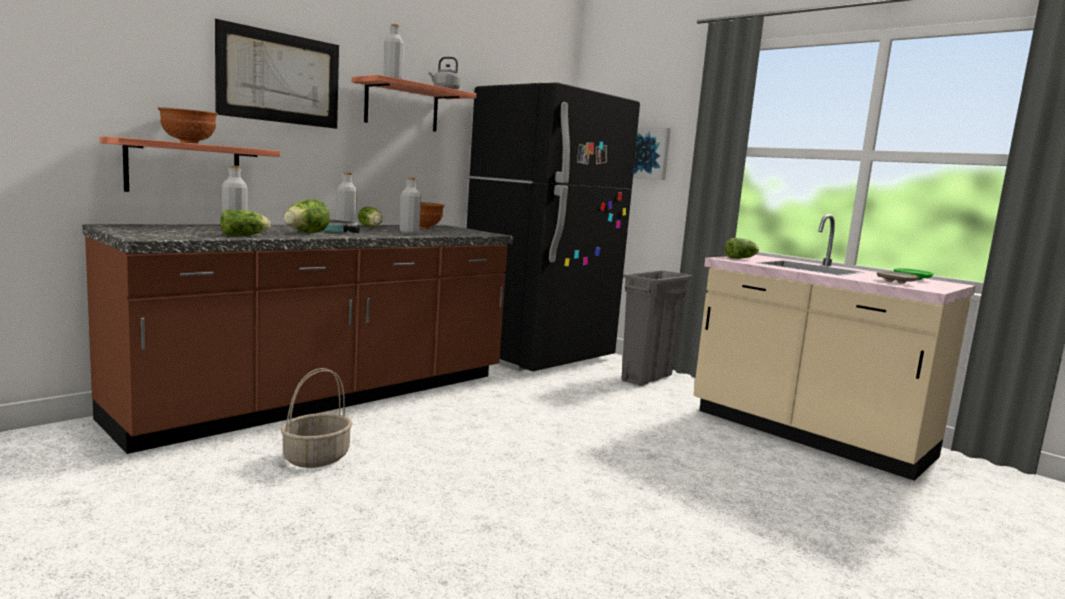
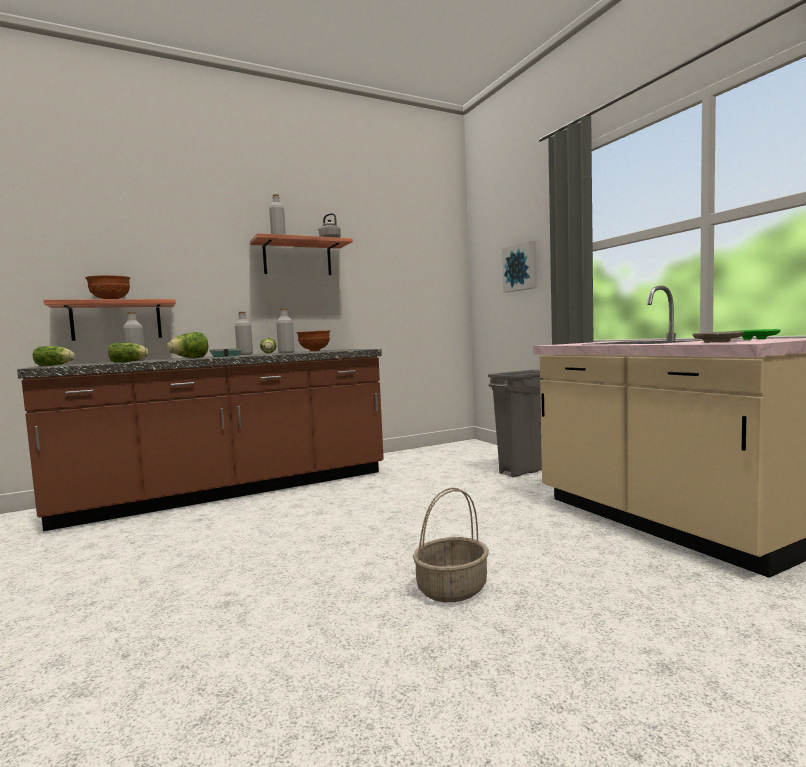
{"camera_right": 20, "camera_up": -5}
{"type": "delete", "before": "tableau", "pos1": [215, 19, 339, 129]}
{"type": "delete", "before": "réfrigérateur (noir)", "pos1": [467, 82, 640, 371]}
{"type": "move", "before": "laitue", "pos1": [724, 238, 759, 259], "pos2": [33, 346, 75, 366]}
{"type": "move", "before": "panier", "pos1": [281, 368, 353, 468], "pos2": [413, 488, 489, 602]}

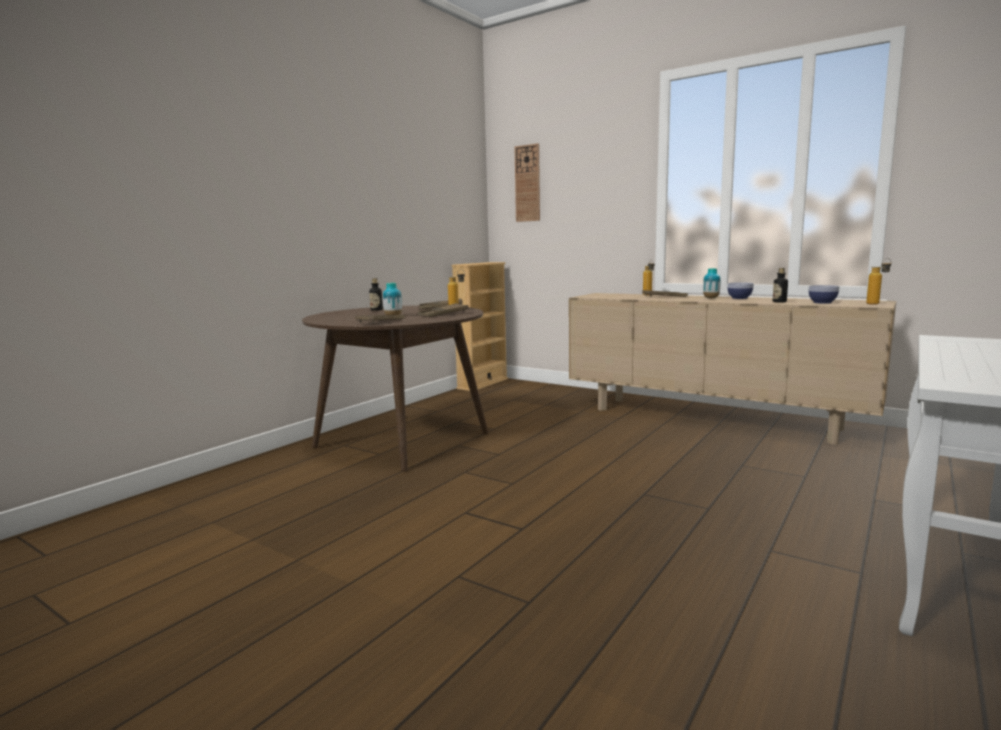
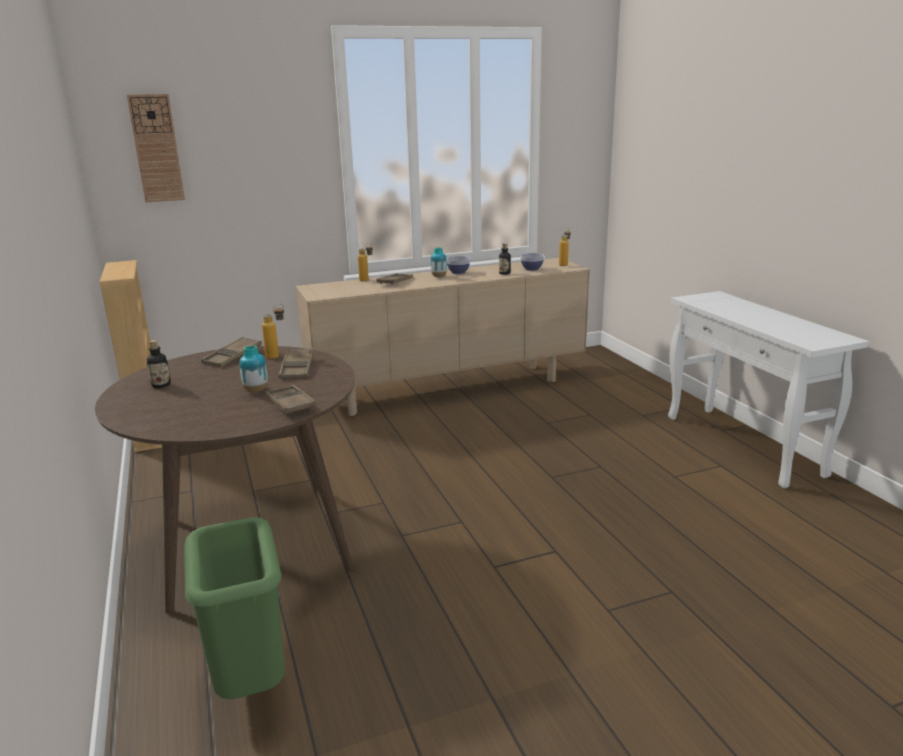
{"camera_right": -55, "camera_up": 10}
{"type": "insert", "after": "poubelle (vert)", "pos2": [184, 517, 285, 699]}

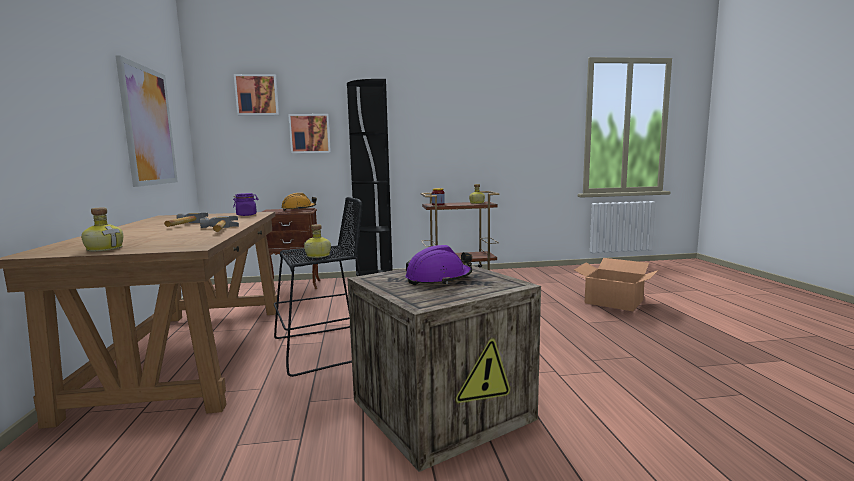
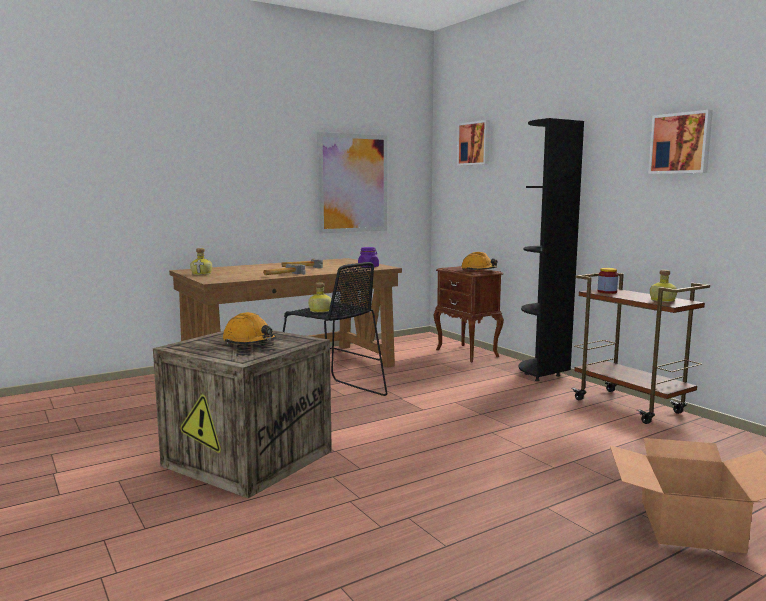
{"camera_right": 65, "camera_up": 0}
{"type": "move", "before": "tableau", "pos1": [288, 114, 331, 153], "pos2": [648, 110, 713, 174]}
{"type": "recolor", "before": "casque de chantier (violet)", "after": "casque de chantier (orange)", "pos1": [405, 245, 472, 285], "pos2": [223, 312, 277, 345]}

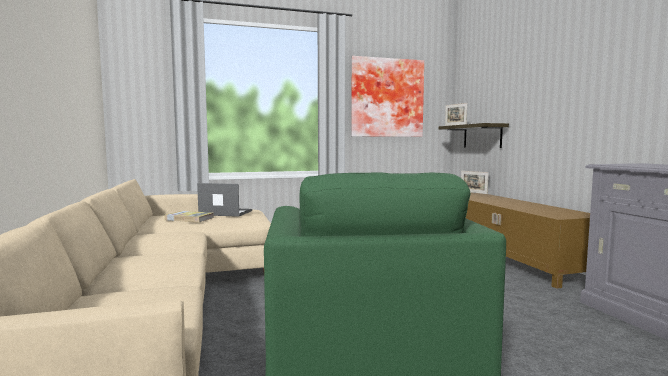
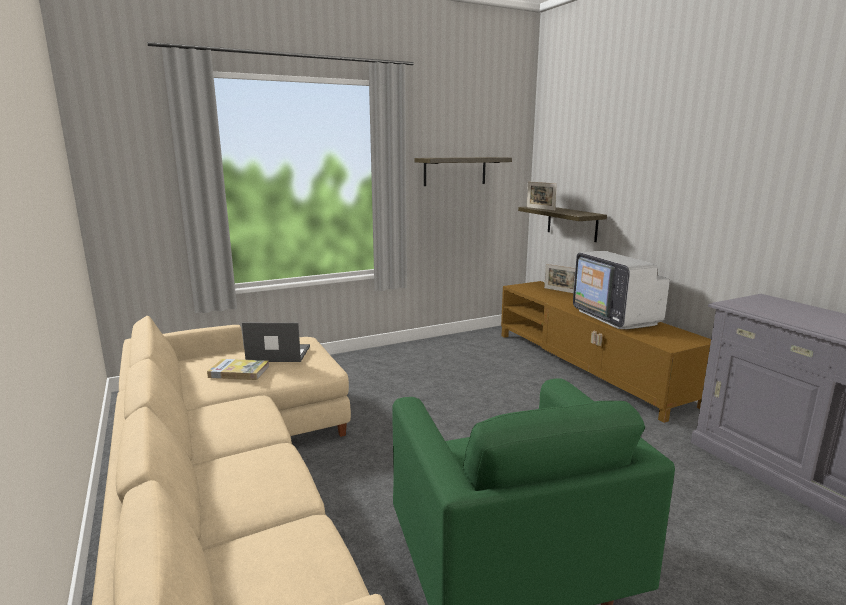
{"camera_right": -10, "camera_up": 10}
{"type": "replace", "before": "tableau", "after": "étagère", "pos1": [351, 56, 424, 137], "pos2": [414, 157, 512, 186]}
{"type": "insert", "after": "téléviseur", "pos2": [573, 251, 670, 329]}

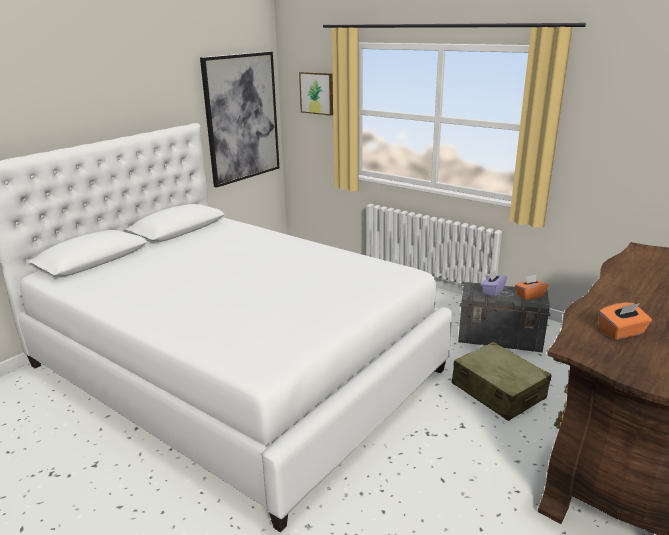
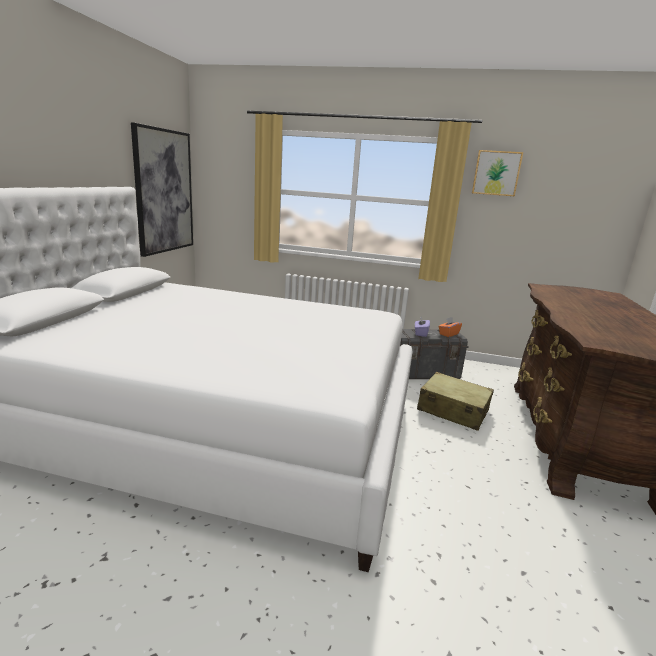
{"camera_right": -25, "camera_up": -5}
{"type": "move", "before": "tableau", "pos1": [299, 72, 333, 116], "pos2": [472, 150, 523, 196]}
{"type": "delete", "before": "boîte à mouchoirs (orange)", "pos1": [599, 302, 652, 340]}

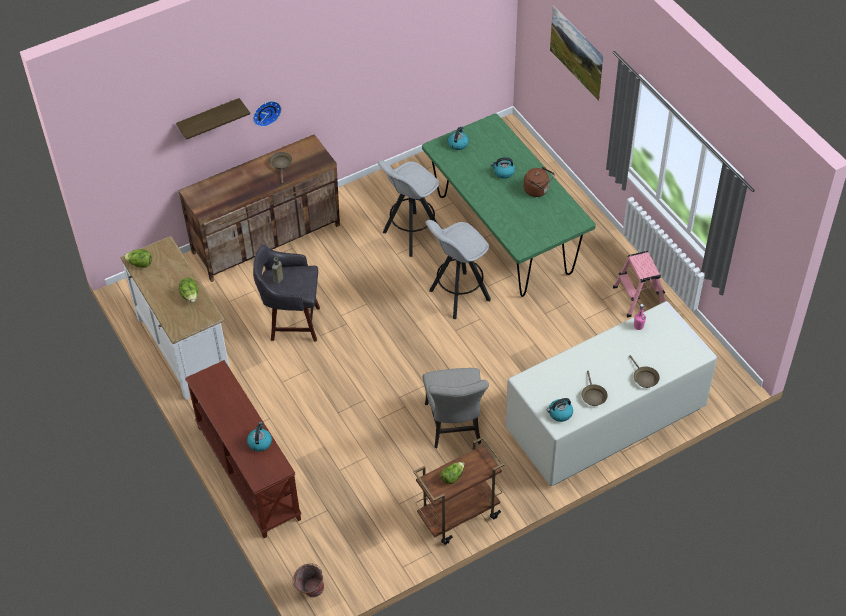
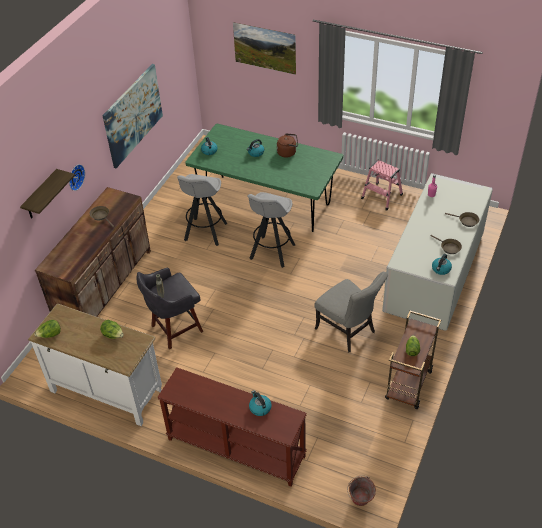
{"camera_right": -35, "camera_up": -5}
{"type": "insert", "after": "tableau", "pos2": [102, 64, 163, 168]}

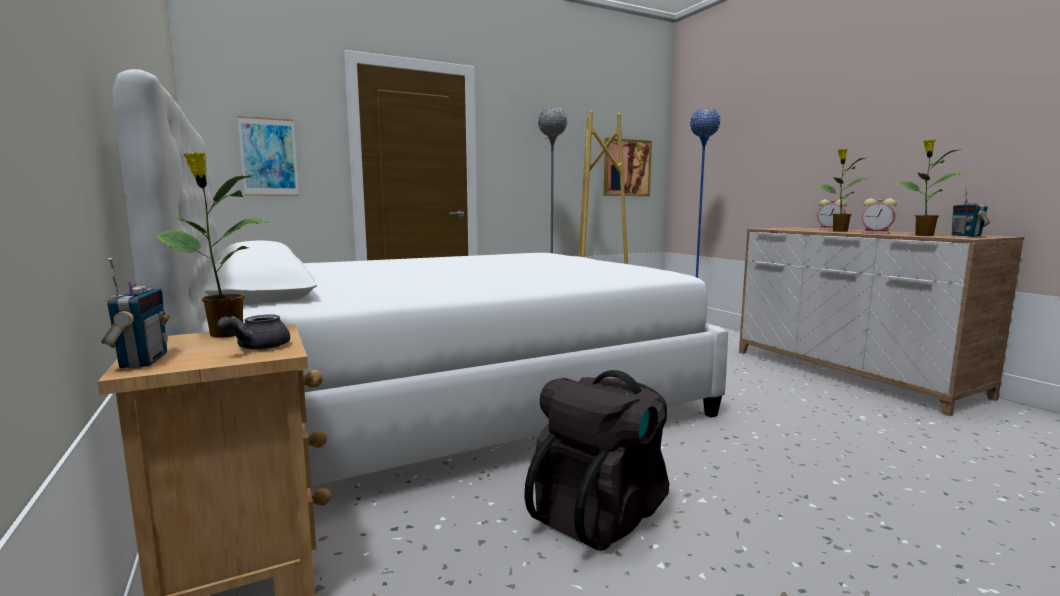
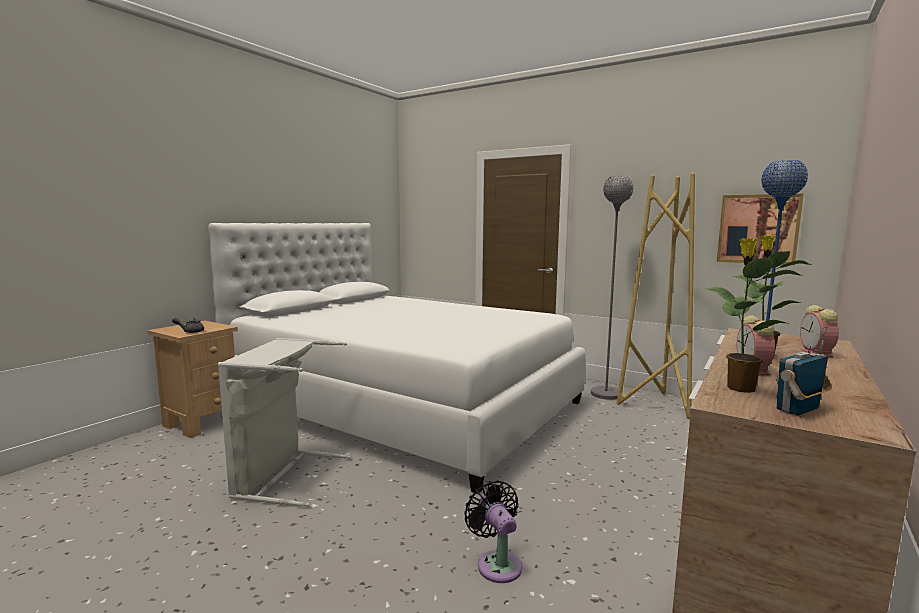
{"camera_right": 60, "camera_up": 0}
{"type": "delete", "before": "tableau", "pos1": [237, 116, 299, 196]}
{"type": "delete", "before": "plante en pot", "pos1": [151, 152, 267, 338]}
{"type": "delete", "before": "radio", "pos1": [101, 258, 169, 368]}
{"type": "replace", "before": "sac à dos (noir)", "after": "panier à linge (gris)", "pos1": [524, 370, 669, 551], "pos2": [218, 338, 351, 507]}
{"type": "insert", "after": "ventilateur (noir)", "pos2": [464, 480, 522, 583]}

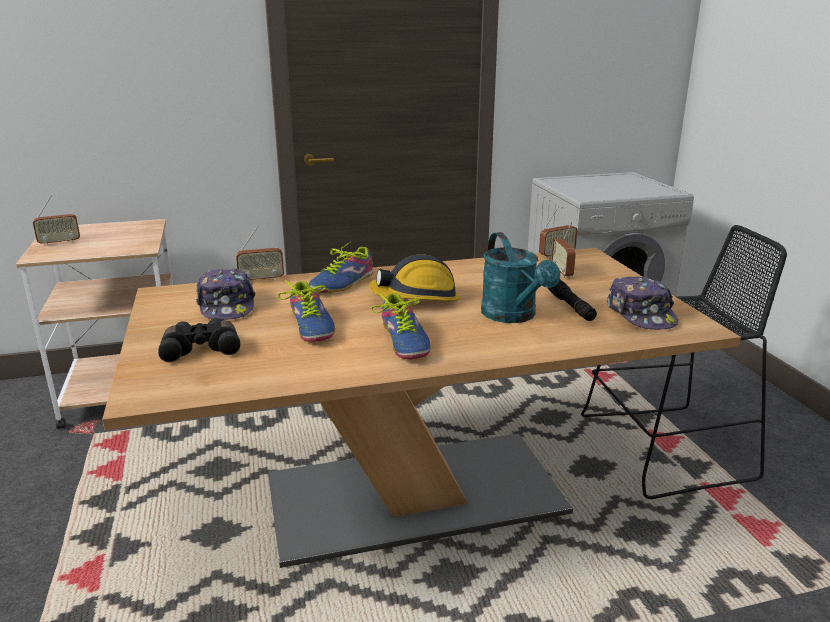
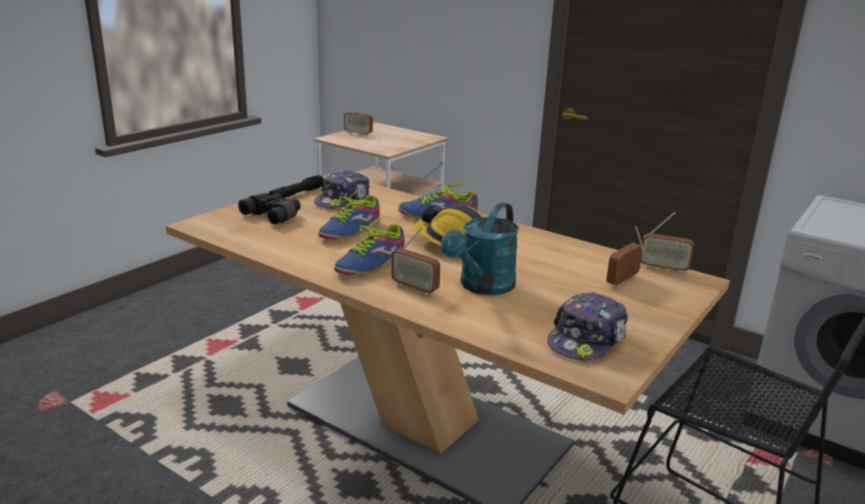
{"camera_right": 50, "camera_up": 0}
{"type": "move", "before": "radio", "pos1": [236, 226, 284, 281], "pos2": [391, 227, 440, 295]}
{"type": "move", "before": "lampe de poche (noir)", "pos1": [548, 279, 597, 321], "pos2": [269, 175, 324, 198]}

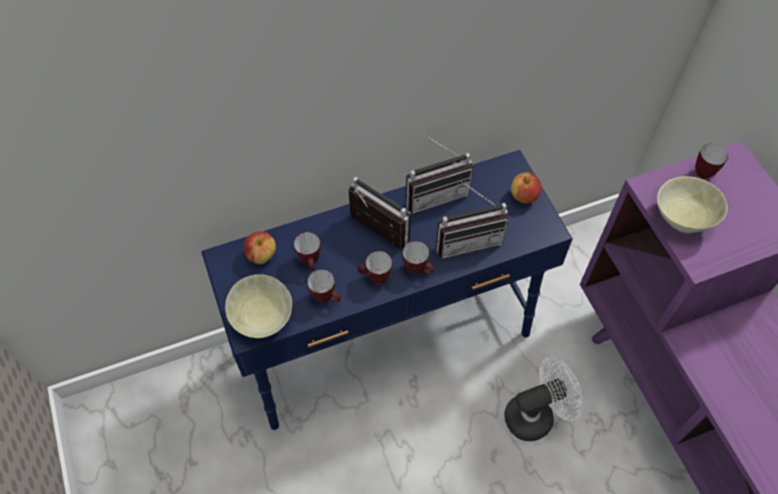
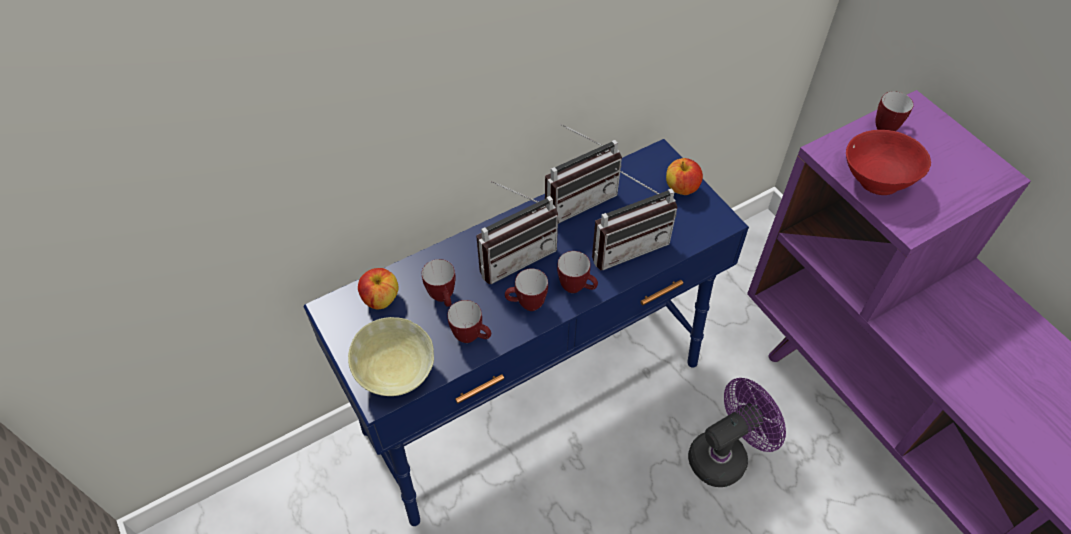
{"camera_right": -10, "camera_up": -5}
{"type": "recolor", "before": "bol (beige)", "after": "bol (rouge)", "pos1": [657, 176, 728, 233], "pos2": [846, 130, 931, 195]}
{"type": "rotate", "before": "radio", "pos1": [348, 177, 411, 250], "pos2": [476, 181, 559, 284], "turn": 120}
{"type": "recolor", "before": "ventilateur (blanc)", "after": "ventilateur (violet)", "pos1": [505, 356, 583, 441], "pos2": [688, 378, 786, 487]}

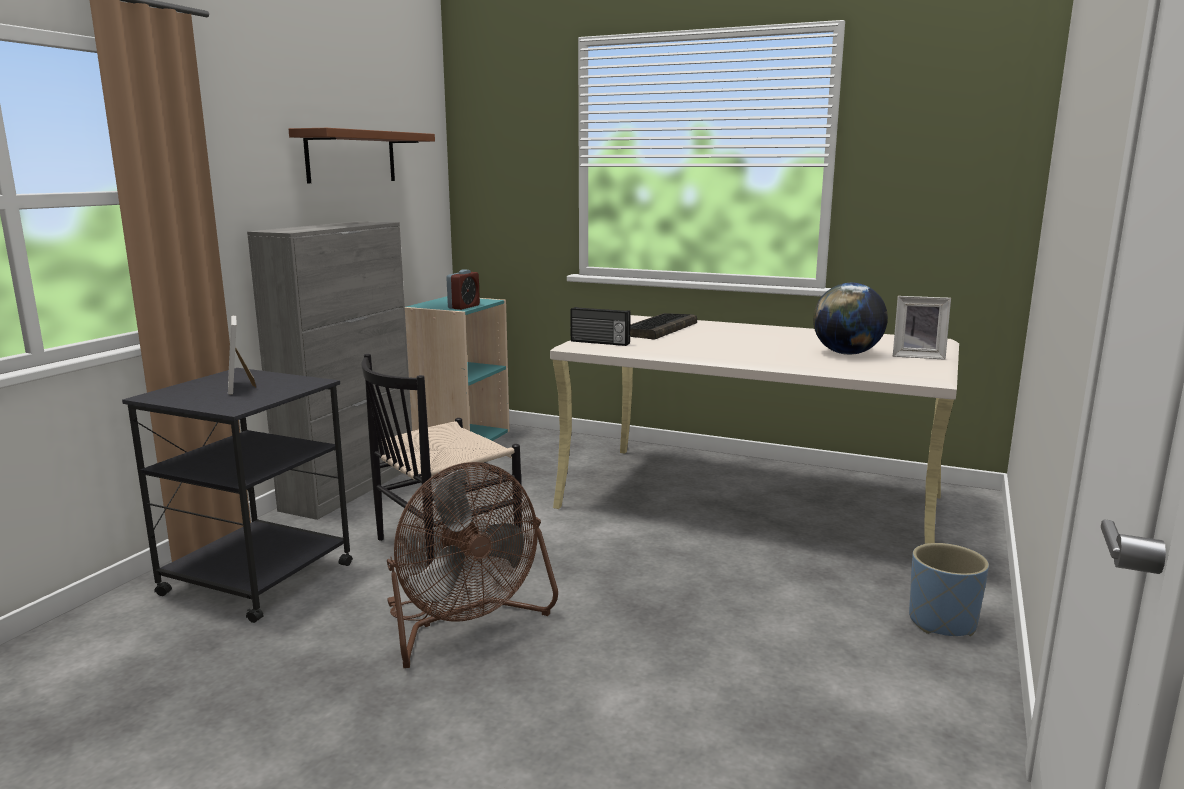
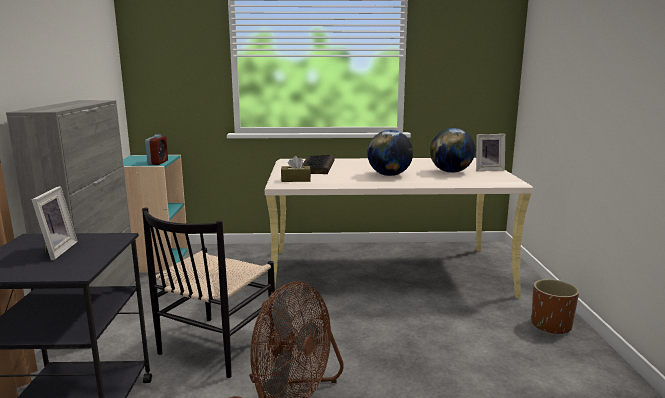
{"camera_right": -25, "camera_up": 0}
{"type": "delete", "before": "étagère (marron)", "pos1": [289, 128, 435, 183]}
{"type": "replace", "before": "radio", "after": "boîte à mouchoirs (marron)", "pos1": [570, 307, 631, 346], "pos2": [281, 156, 311, 182]}
{"type": "rotate", "before": "cadre photo", "pos1": [228, 316, 256, 395], "pos2": [32, 186, 78, 260], "turn": -135}
{"type": "recolor", "before": "cache-pot (bleu)", "after": "cache-pot (marron)", "pos1": [909, 543, 989, 636], "pos2": [531, 279, 579, 335]}
{"type": "insert", "after": "globe", "pos2": [367, 130, 413, 176]}

